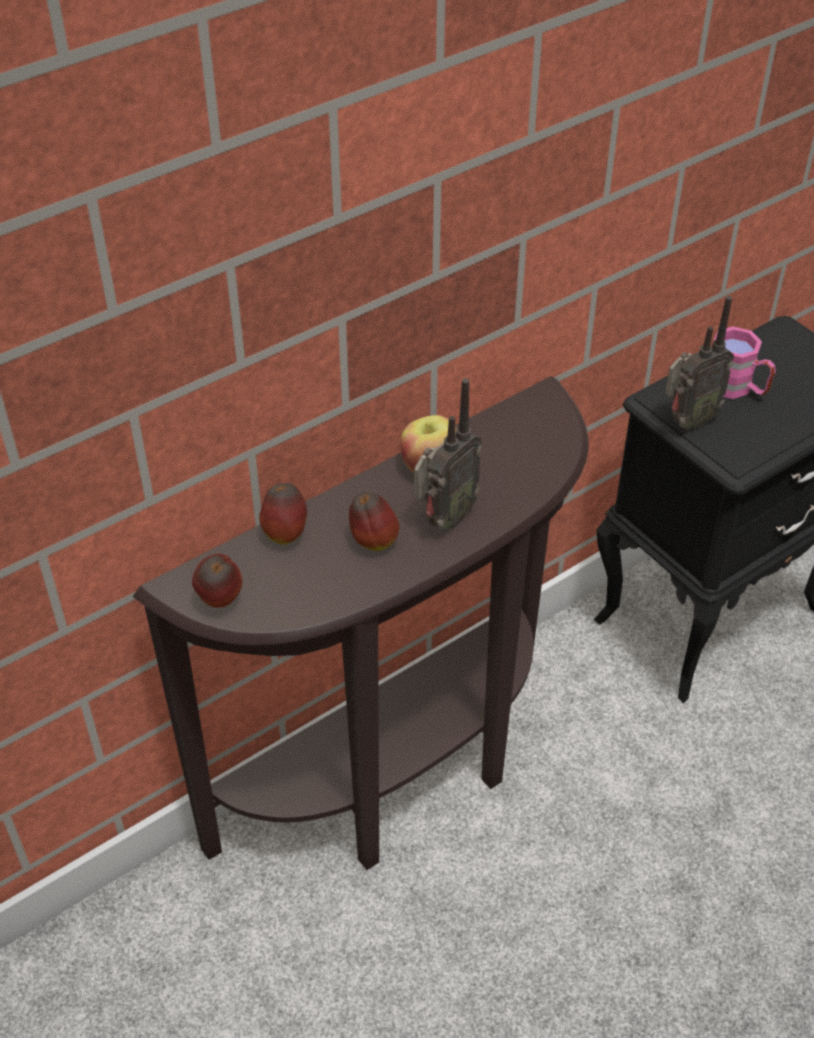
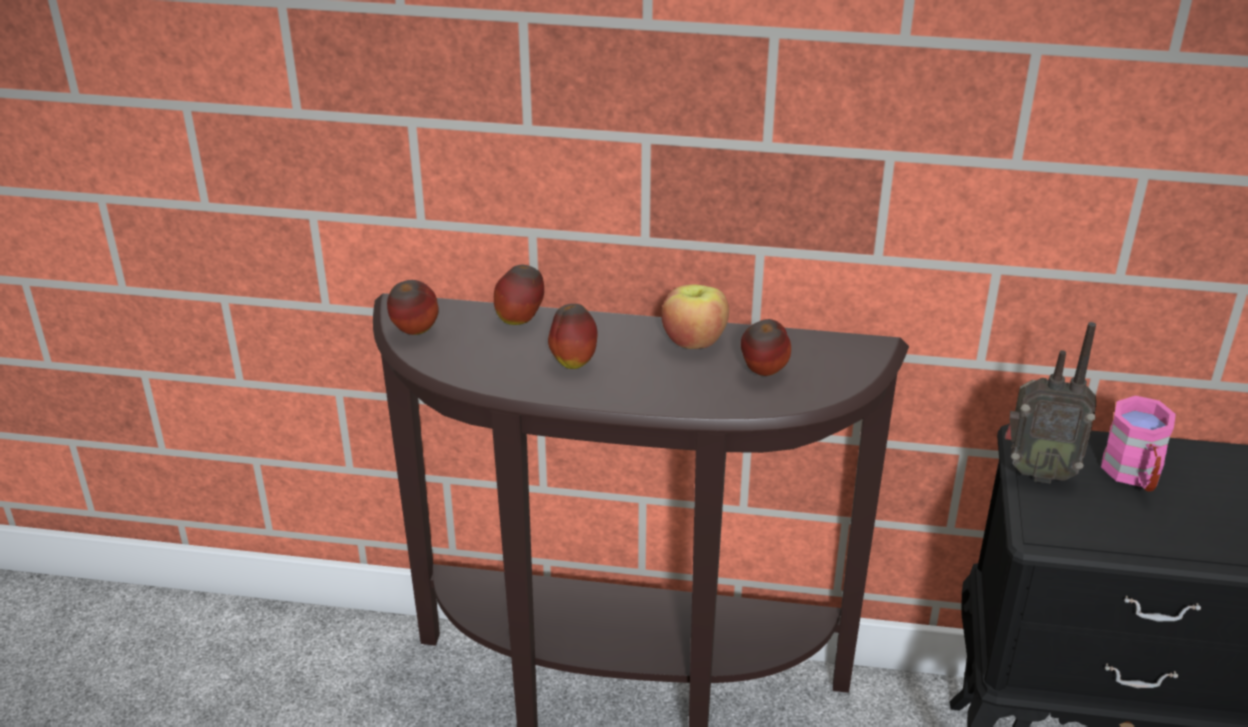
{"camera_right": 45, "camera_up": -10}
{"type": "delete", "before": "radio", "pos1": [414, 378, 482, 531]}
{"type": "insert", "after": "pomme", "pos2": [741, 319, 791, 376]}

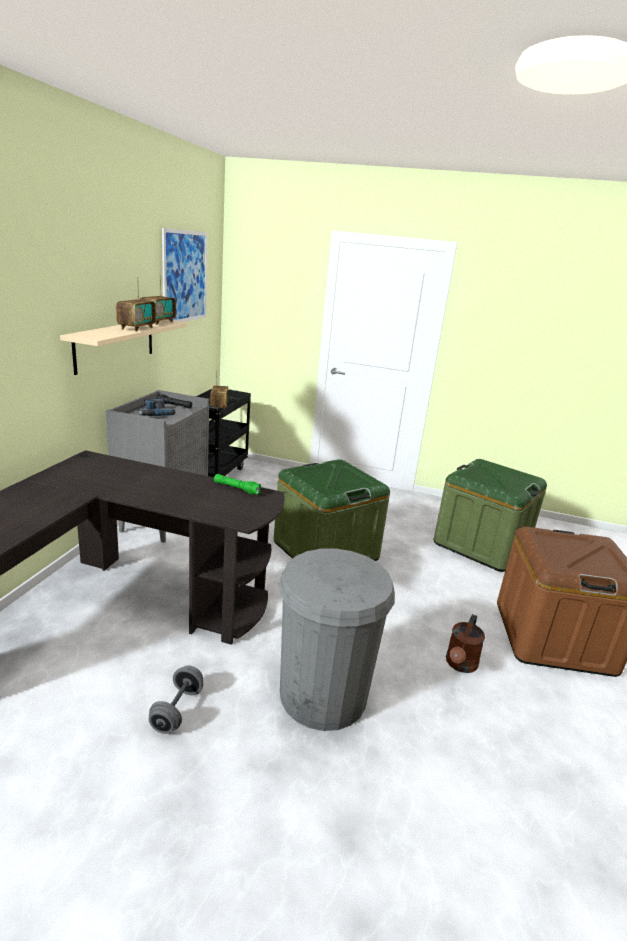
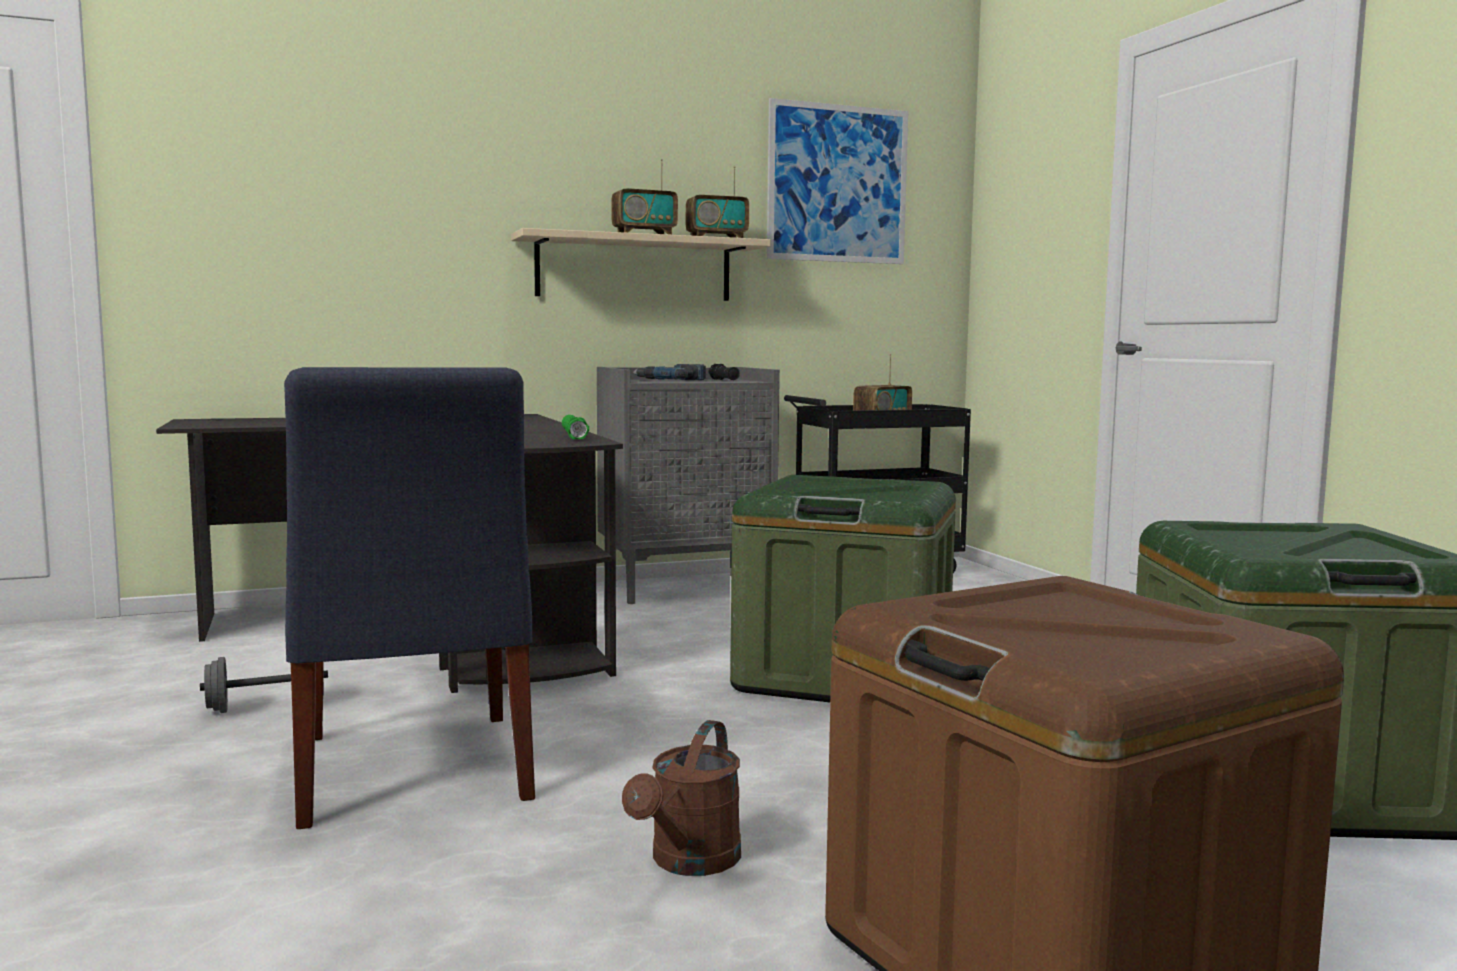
{"camera_right": 55, "camera_up": -15}
{"type": "replace", "before": "poubelle (gris)", "after": "chaise (bleu)", "pos1": [279, 549, 395, 731], "pos2": [284, 367, 535, 829]}
{"type": "rotate", "before": "arrosoir (marron)", "pos1": [446, 614, 485, 673], "pos2": [622, 720, 741, 876], "turn": -60}

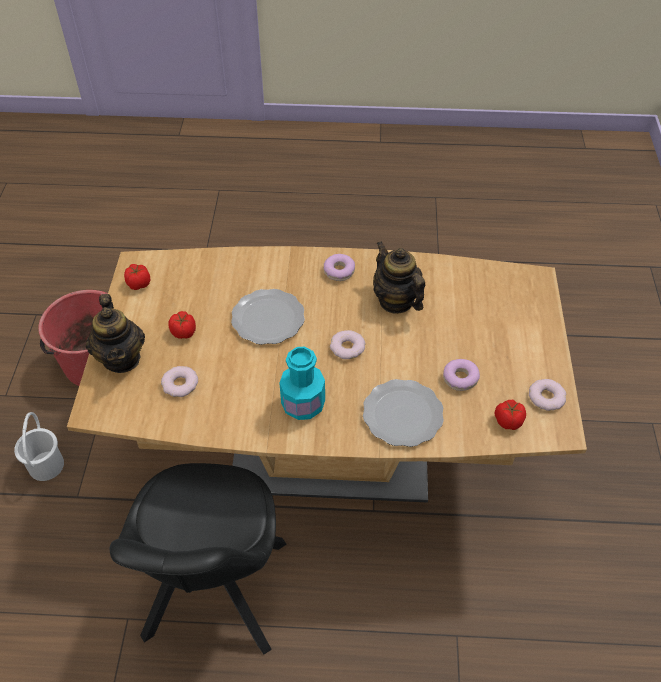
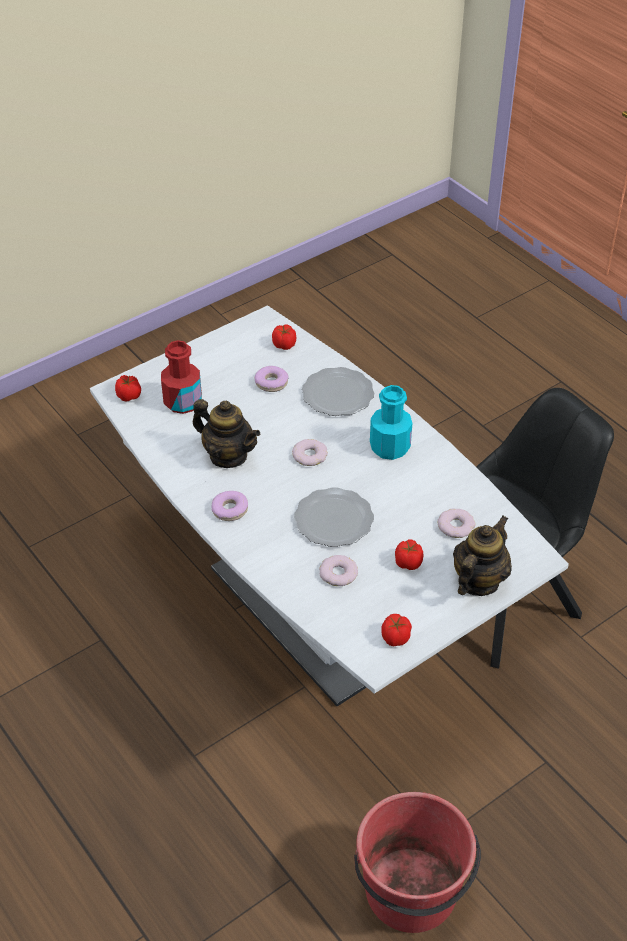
{"camera_right": -130, "camera_up": -5}
{"type": "rotate", "before": "théière", "pos1": [373, 241, 425, 314], "pos2": [193, 399, 260, 468], "turn": -75}
{"type": "recolor", "before": "table à manger (marron)", "after": "table à manger (blanc)", "pos1": [67, 246, 587, 502], "pos2": [90, 305, 569, 706]}
{"type": "move", "before": "beignet", "pos1": [529, 379, 566, 411], "pos2": [319, 555, 358, 586]}
{"type": "delete", "before": "seau (blanc)", "pos1": [14, 412, 64, 481]}
{"type": "insert", "after": "bouteille (rouge)", "pos2": [161, 340, 202, 414]}
{"type": "insert", "after": "tomate", "pos2": [115, 375, 141, 401]}

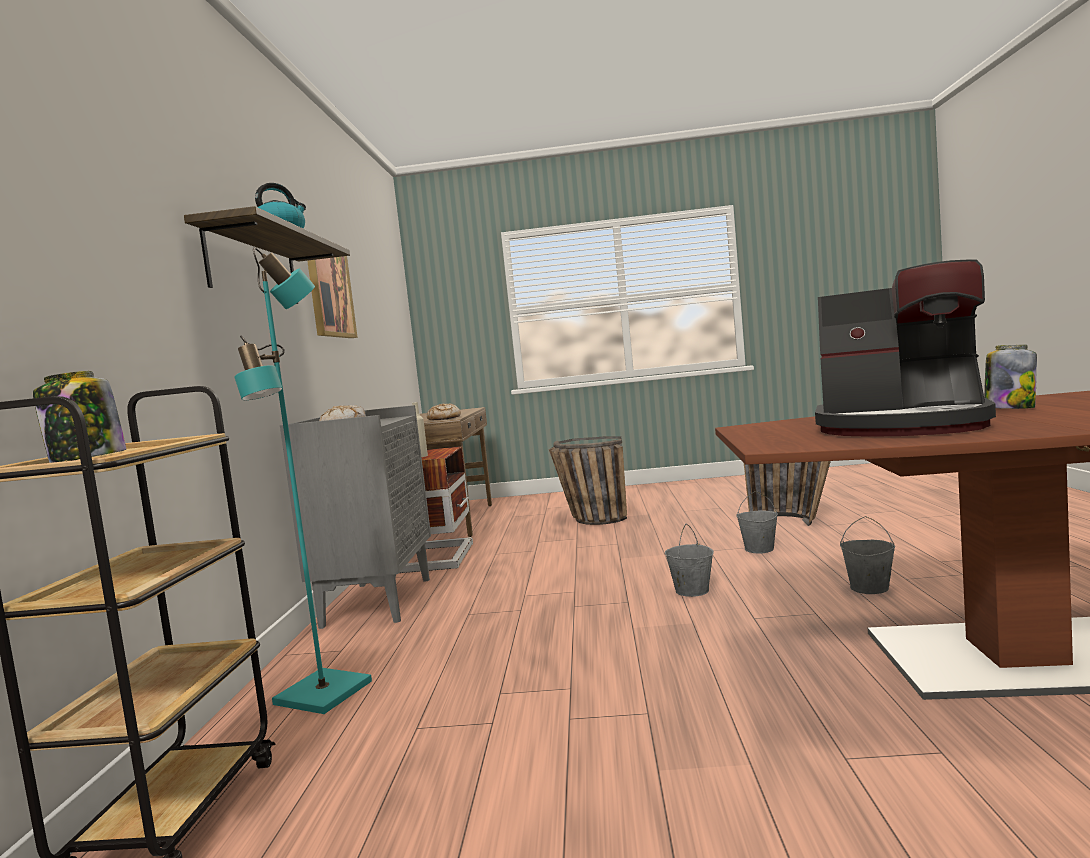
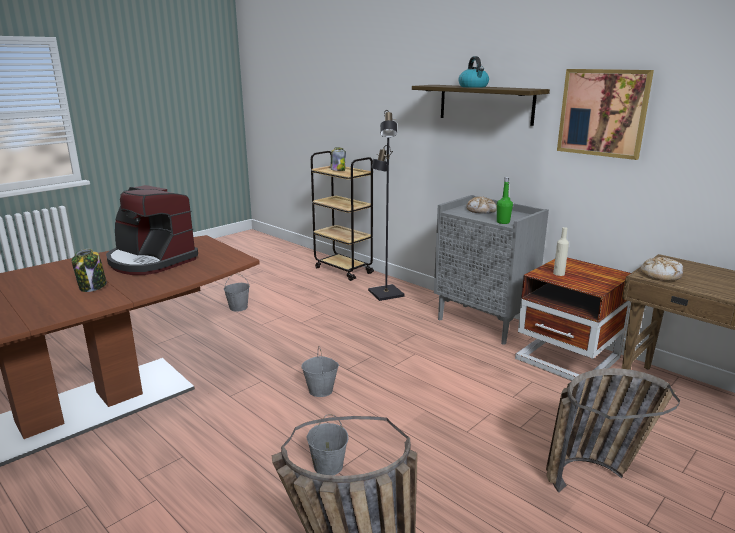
{"camera_right": 130, "camera_up": 15}
{"type": "recolor", "before": "lampadaire (turquoise)", "after": "lampadaire (noir)", "pos1": [235, 247, 372, 714], "pos2": [368, 110, 405, 301]}
{"type": "rotate", "before": "machine à café", "pos1": [815, 259, 996, 437], "pos2": [106, 185, 198, 275], "turn": -120}
{"type": "move", "before": "seau (gris)", "pos1": [840, 516, 895, 594], "pos2": [224, 273, 250, 312]}
{"type": "insert", "after": "bouteille (vert)", "pos2": [497, 177, 513, 224]}

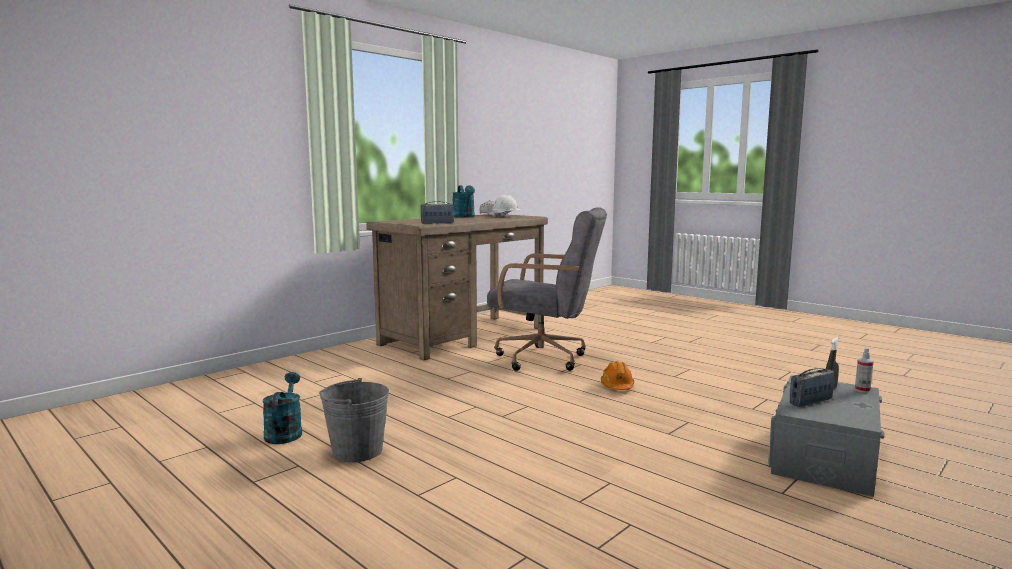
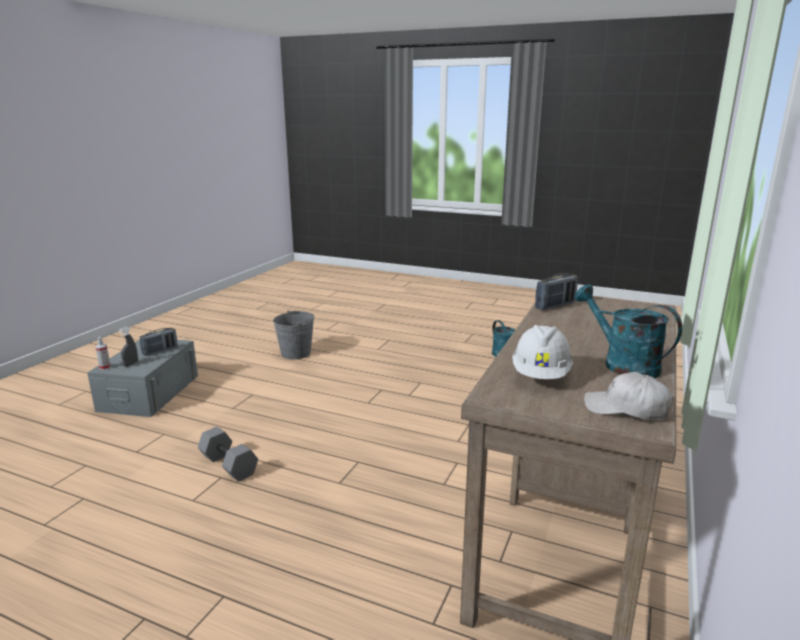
{"camera_right": 160, "camera_up": 10}
{"type": "delete", "before": "chaise de bureau (gris)", "pos1": [487, 207, 607, 371]}
{"type": "delete", "before": "casque de chantier (orange)", "pos1": [601, 361, 634, 390]}
{"type": "move", "before": "seau (gris)", "pos1": [319, 378, 389, 462], "pos2": [273, 310, 314, 359]}
{"type": "insert", "after": "haltère (gris)", "pos2": [198, 427, 258, 482]}

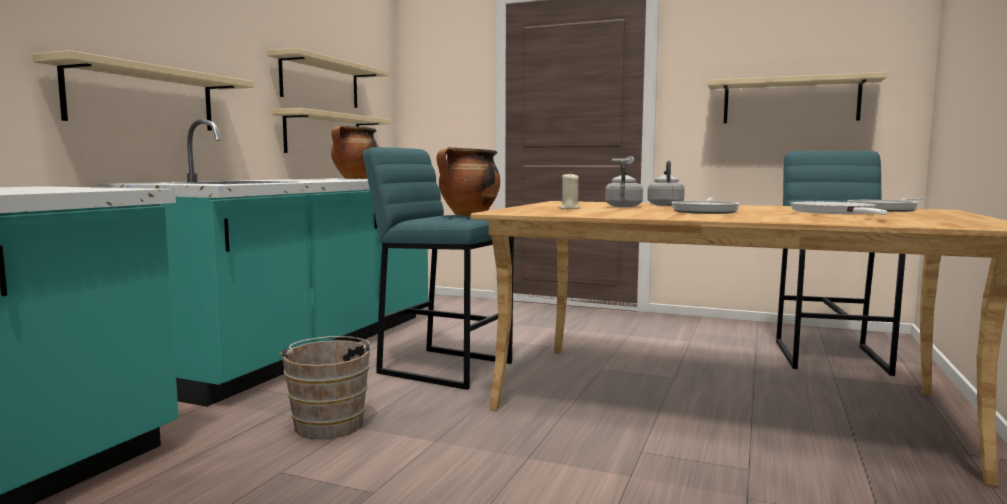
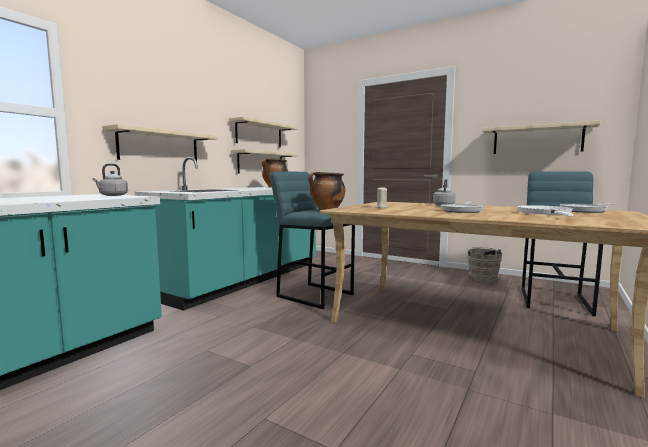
{"camera_right": 10, "camera_up": 0}
{"type": "move", "before": "bouilloire (gris)", "pos1": [605, 160, 643, 207], "pos2": [92, 164, 128, 196]}
{"type": "move", "before": "seau (marron)", "pos1": [279, 336, 376, 440], "pos2": [466, 247, 502, 284]}

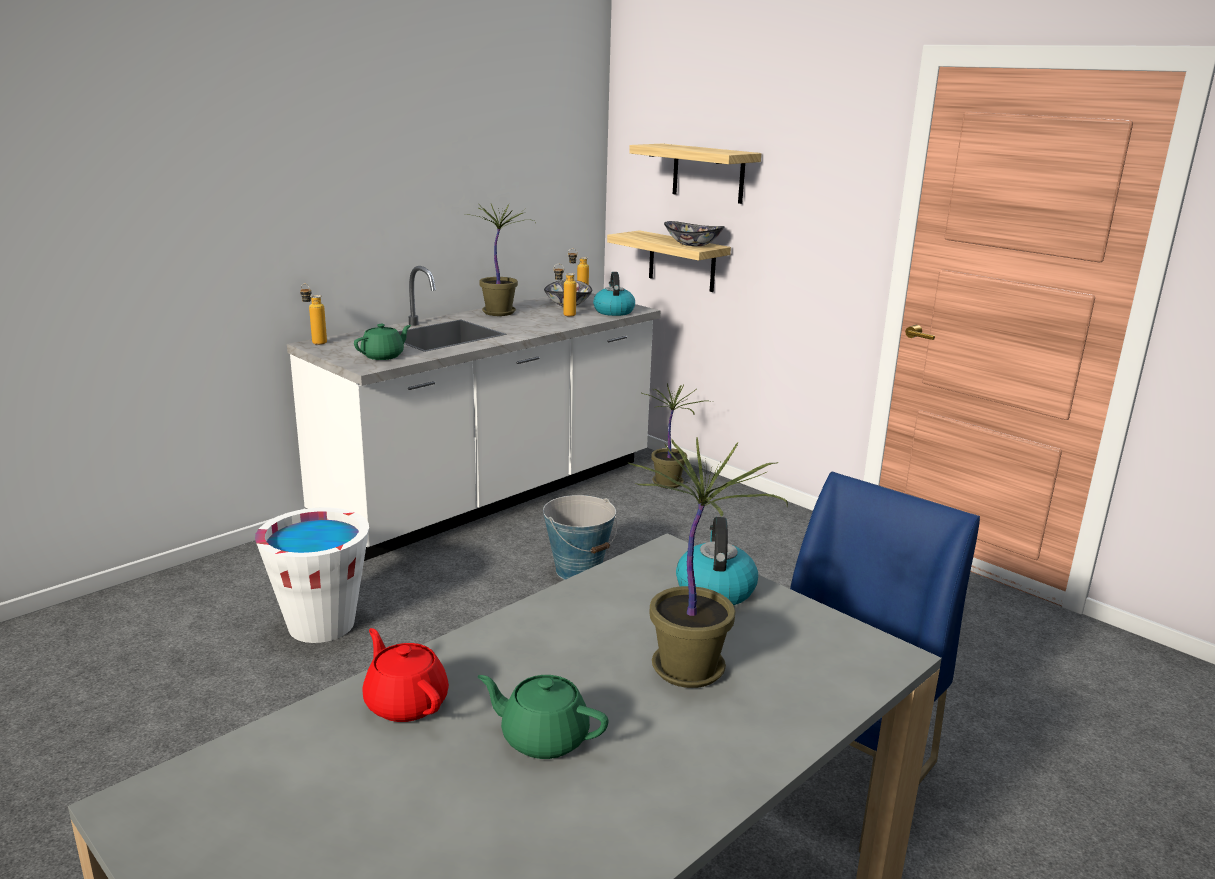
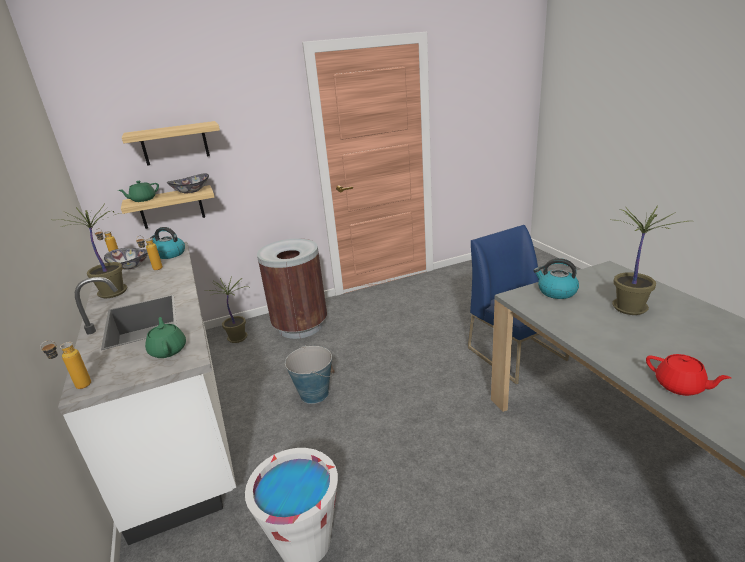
{"camera_right": -65, "camera_up": 5}
{"type": "rotate", "before": "théière (rouge)", "pos1": [363, 628, 449, 722], "pos2": [646, 354, 731, 396], "turn": -120}
{"type": "move", "before": "théière (vert)", "pos1": [478, 675, 609, 759], "pos2": [118, 181, 159, 202]}
{"type": "insert", "after": "poubelle (marron)", "pos2": [257, 239, 327, 339]}

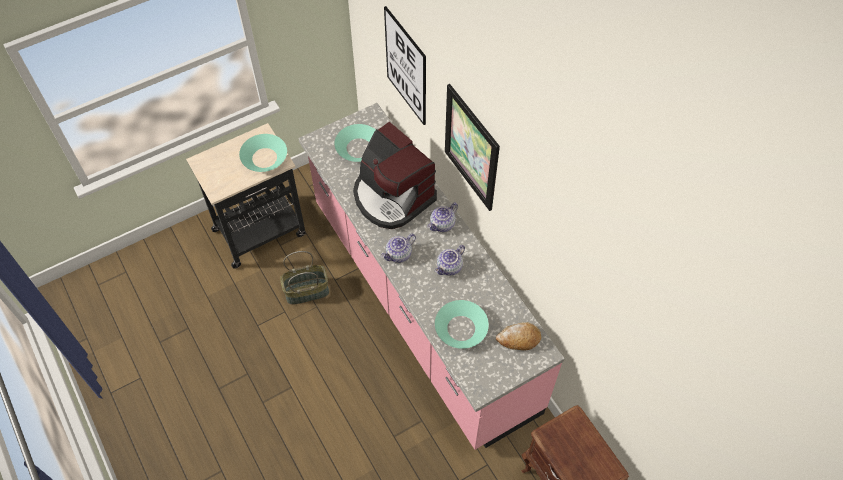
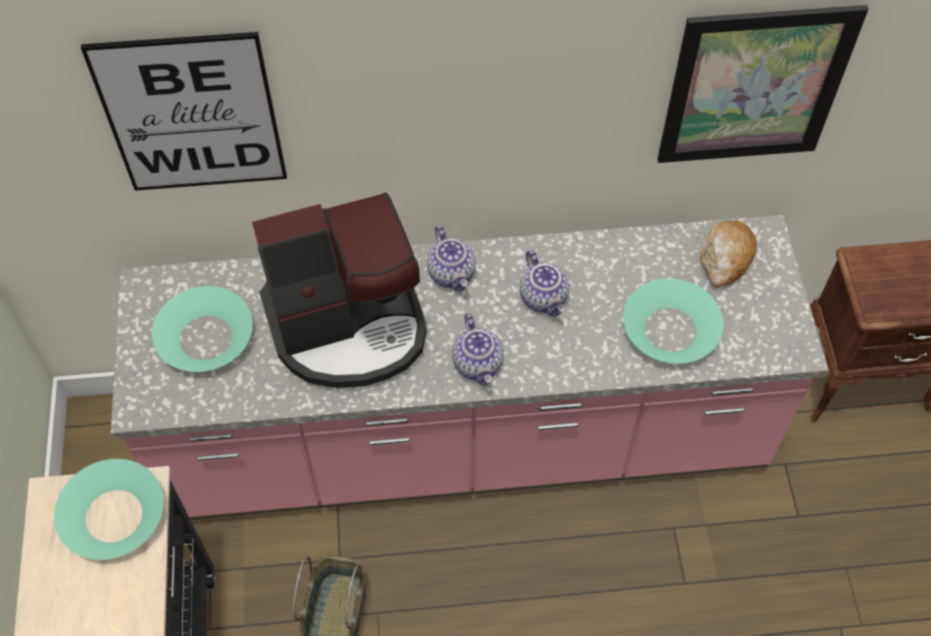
{"camera_right": -65, "camera_up": 0}
{"type": "move", "before": "tableau", "pos1": [445, 84, 500, 211], "pos2": [657, 5, 868, 163]}

